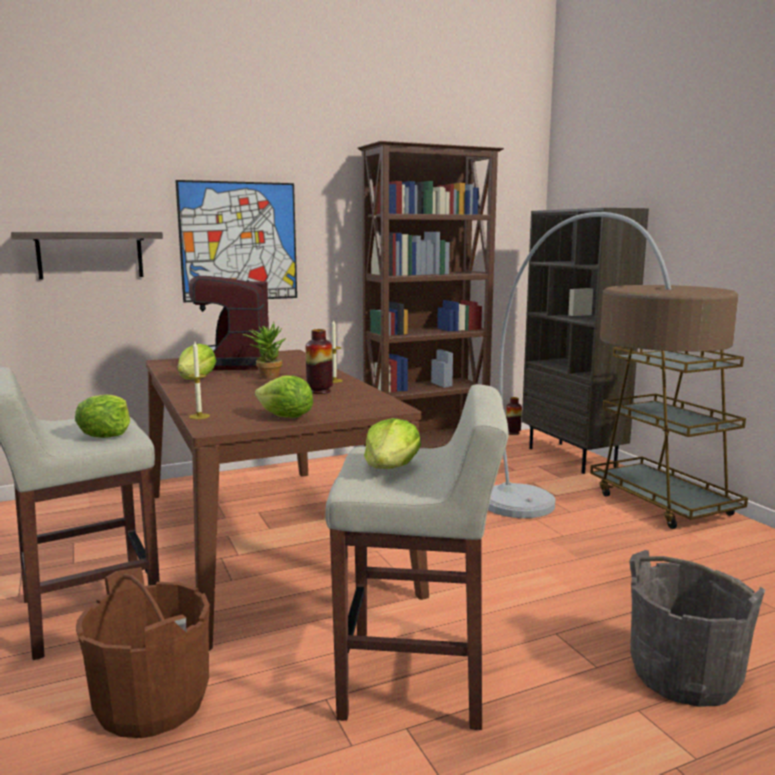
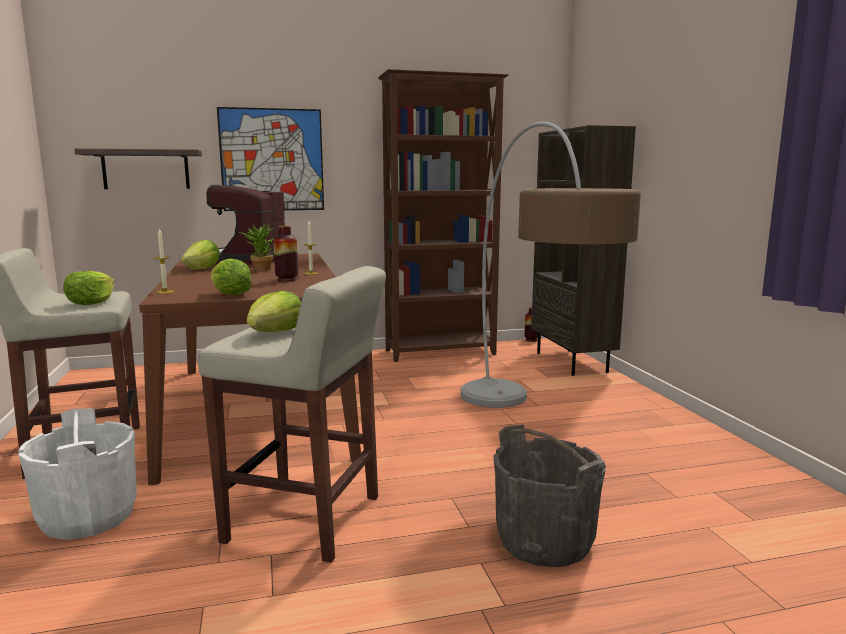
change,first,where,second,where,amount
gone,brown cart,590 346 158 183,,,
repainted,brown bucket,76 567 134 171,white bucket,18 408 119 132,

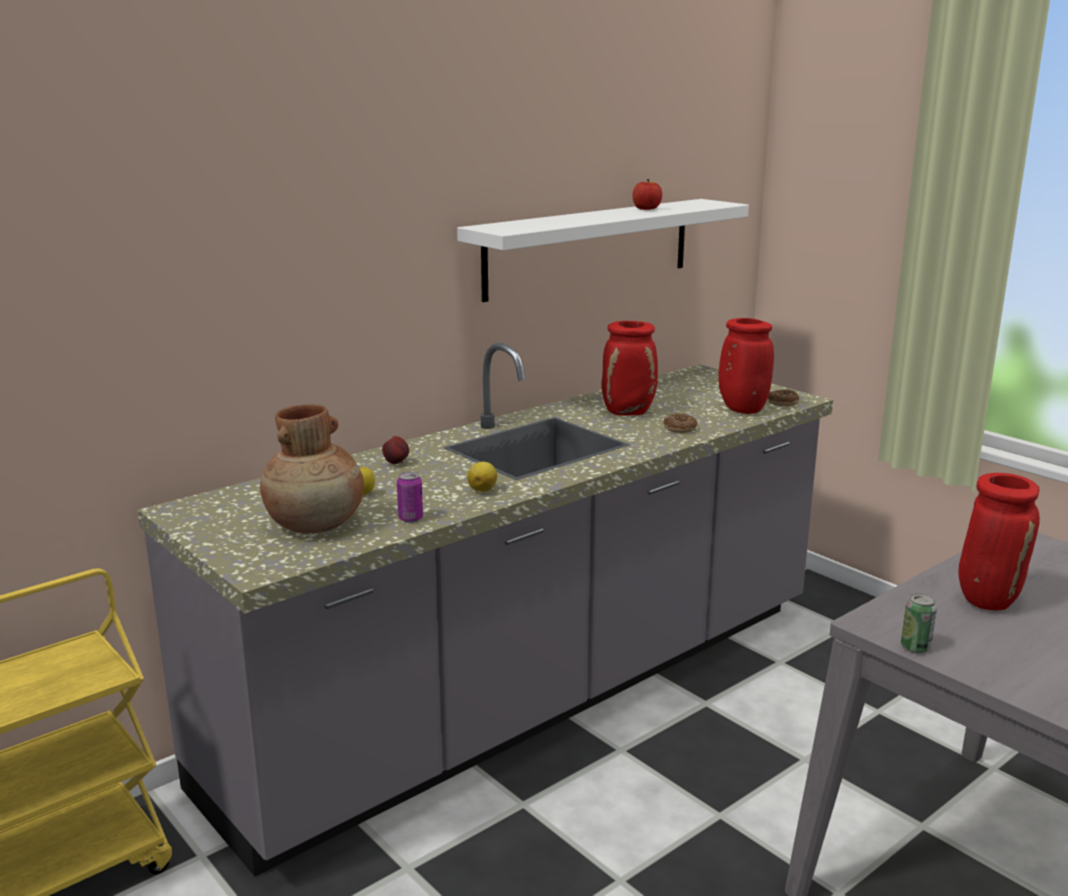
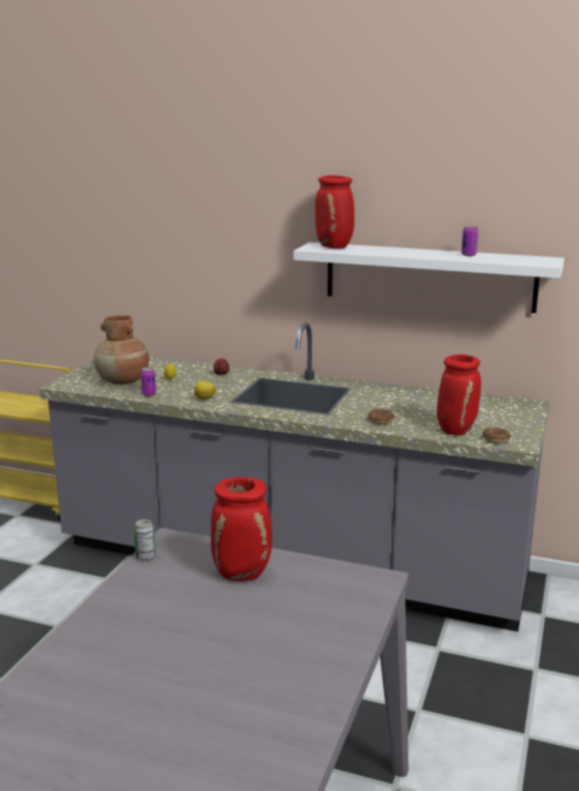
change,first,where,second,where,amount
swapped,apple,633 179 29 31,can,461 226 17 30,
shifted,red vase,602 321 56 95,,315 175 40 74,

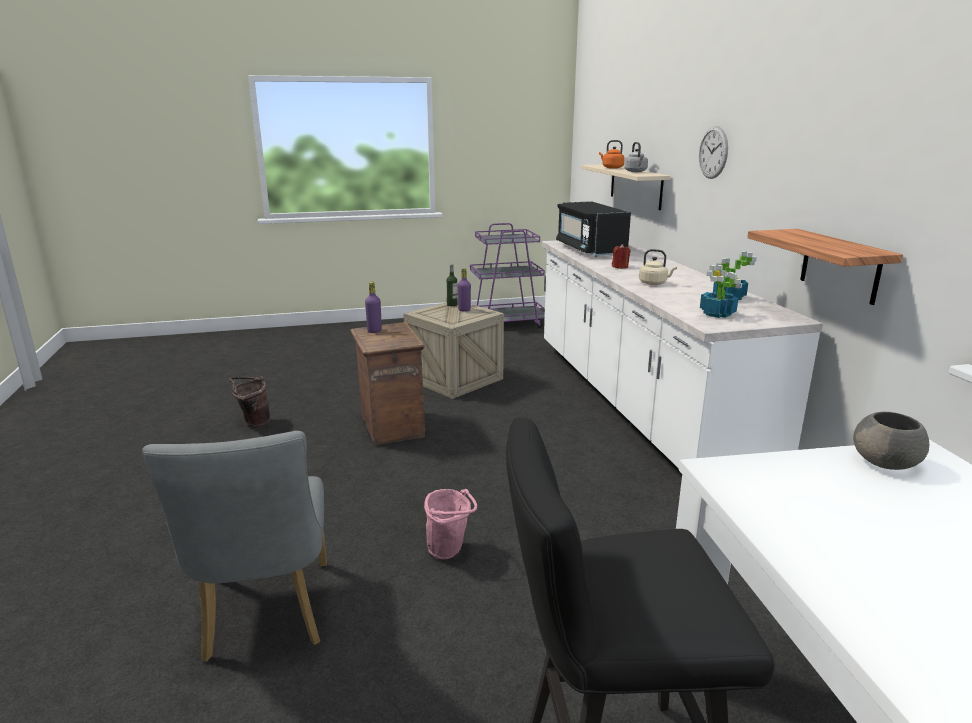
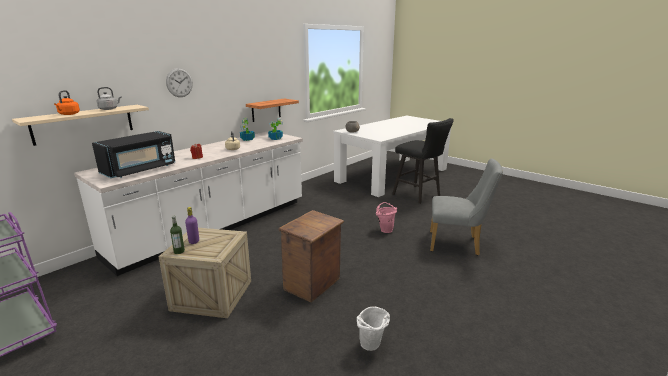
change,first,where,second,where,amount
gone,purple bottle,365 282 17 51,,,
repainted,brown bucket,229 376 41 51,white bucket,357 306 33 45,
rotated,grey chair,142 431 185 231,,430 158 73 97,60 degrees clockwise

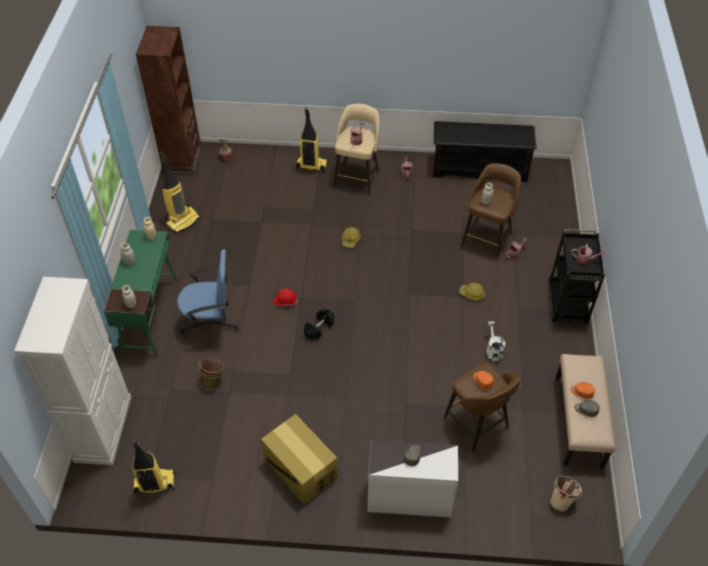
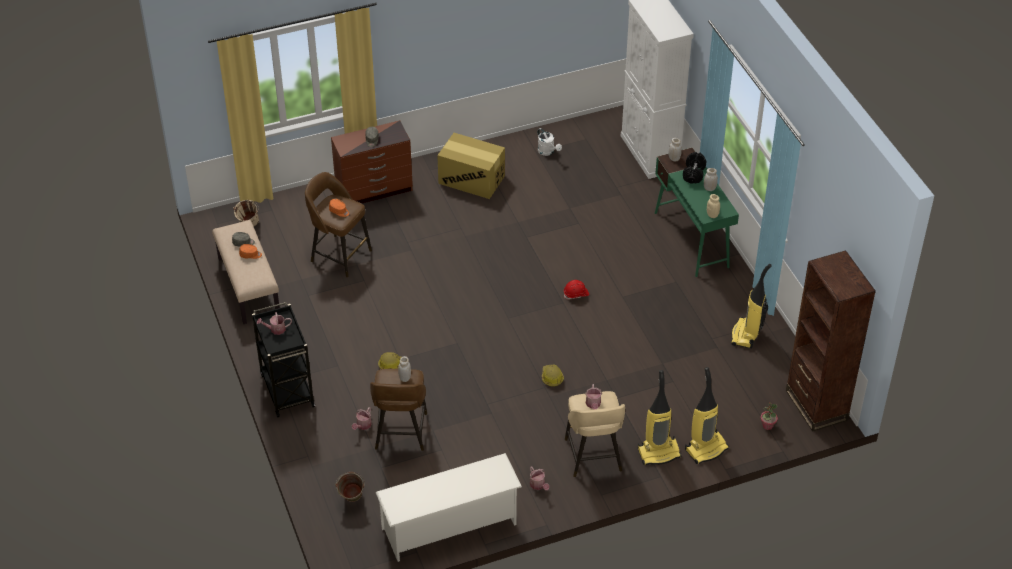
change,first,where,second,where,amount
repainted,black shoe rack,433 121 104 61,white shoe rack,375 453 147 109,
gone,blue office chair,177 249 62 100,,,
shifted,black dumbbell,304 309 30 30,,683 152 24 32,
shifted,white watering can,486 321 19 40,,537 128 25 28,
shifted,green bucket,198 358 26 32,,336 472 29 30,
repainted,white dresser,367 440 91 77,brown dresser,331 120 82 84,
shifted,vacuum cleaner,131 441 44 54,,685 367 44 97,

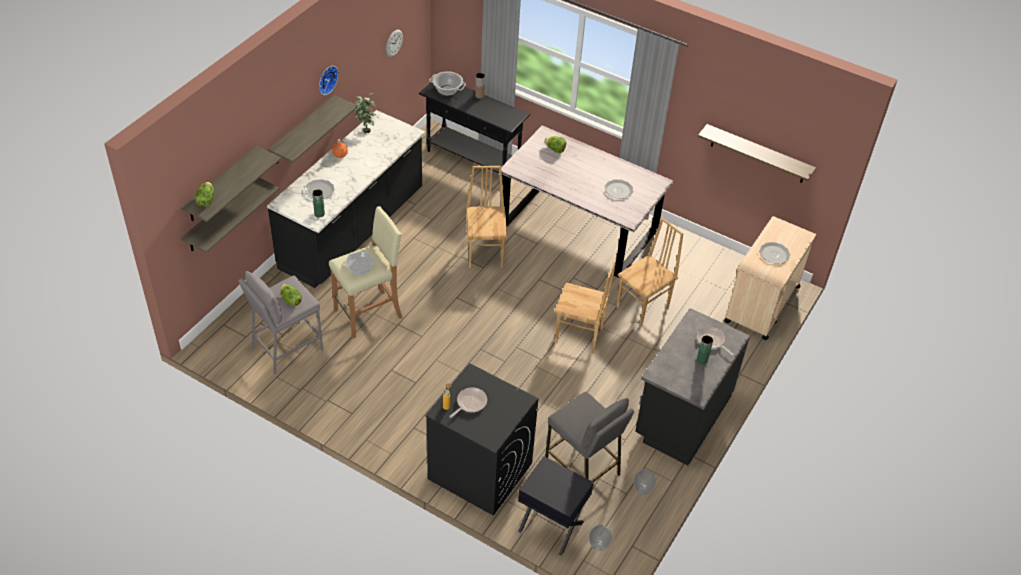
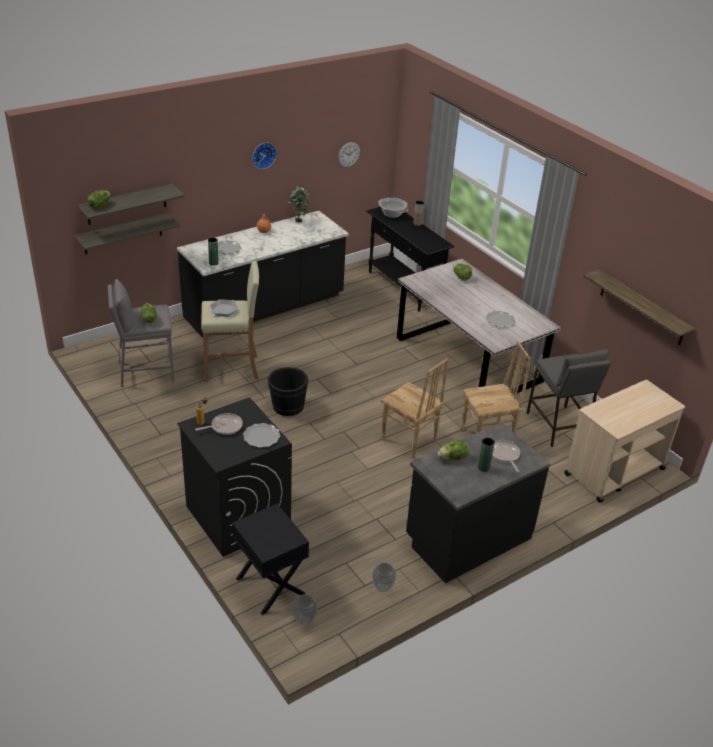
change,first,where,second,where,amount
gone,shelf,268 95 90 69,,,
gone,brown chair,466 166 41 102,,,
shifted,plate,759 242 31 22,,243 423 37 25,
shifted,grey stool,545 392 89 90,,527 350 84 97,
new,,,black bucket,268 367 40 49,
new,,,lettuce,438 440 31 20,

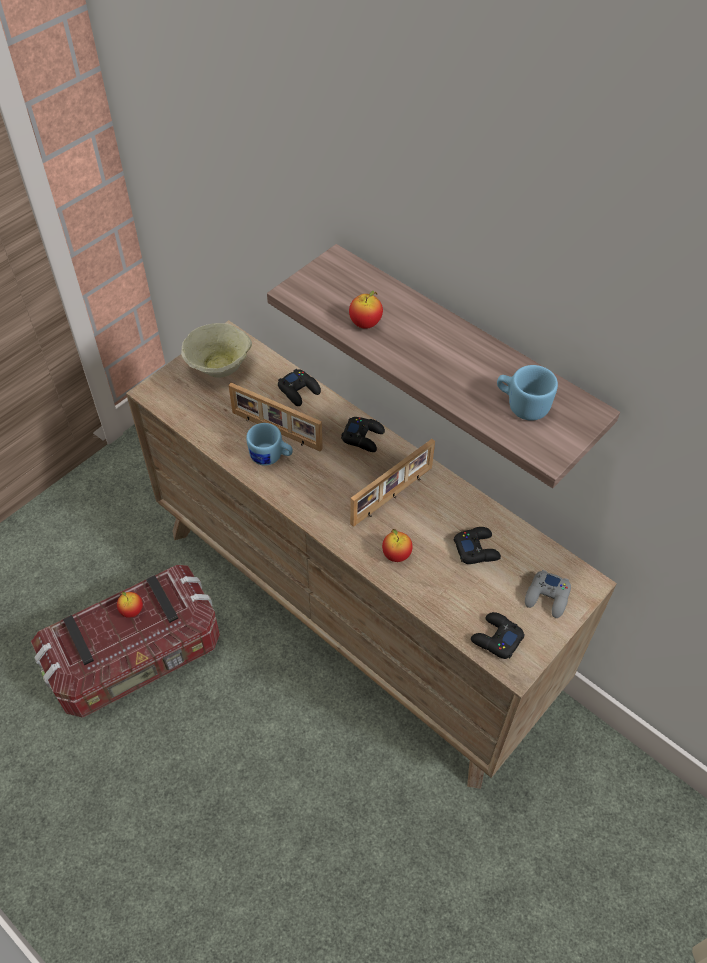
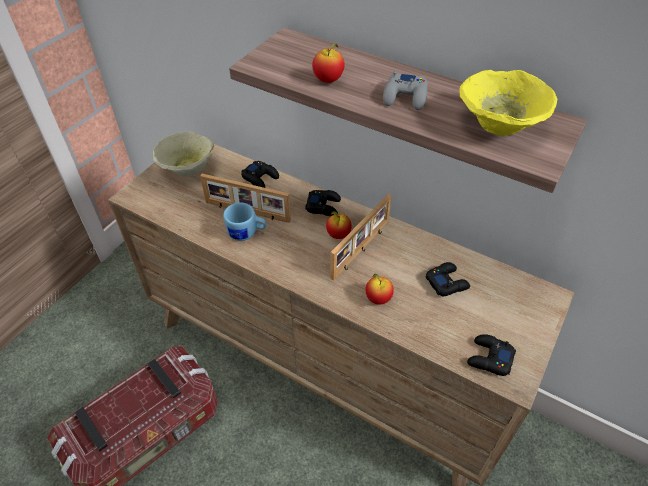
change,first,where,second,where,amount
swapped,blue mug,497 365 61 56,yellow bowl,459 70 98 66,
shifted,grey game controller,525 570 46 48,,383 71 45 39,
shifted,apple,117 591 26 27,,326 211 26 28,

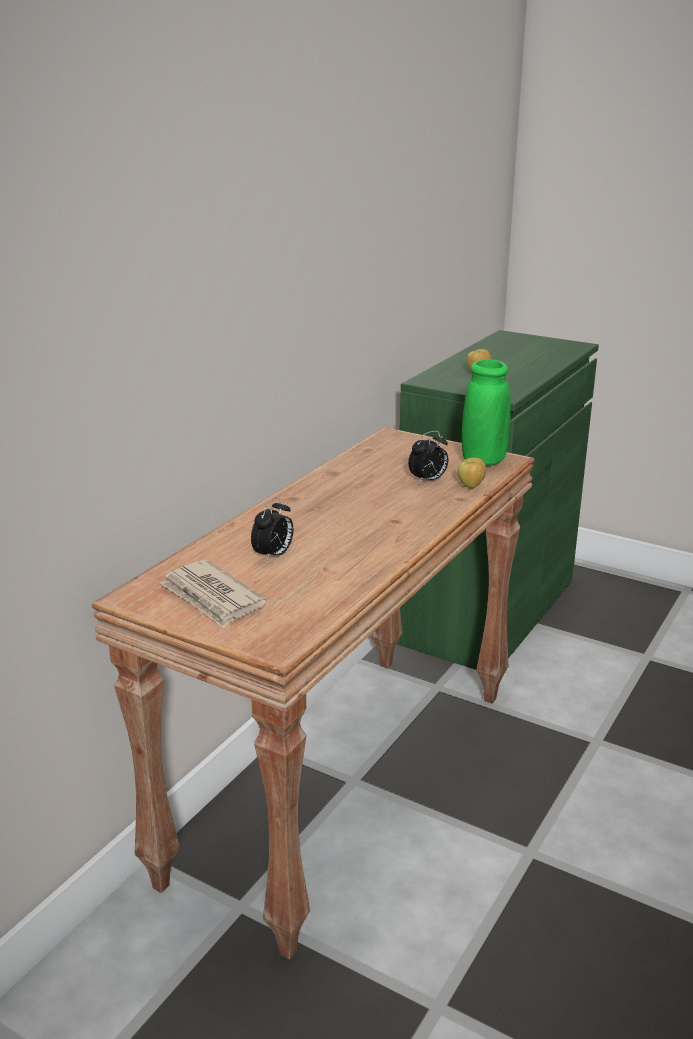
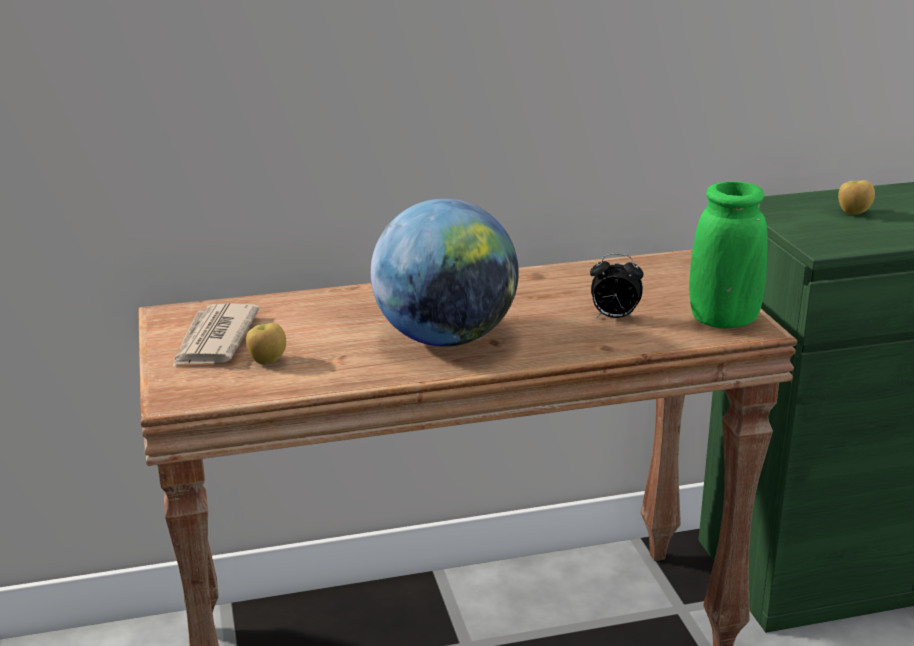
change,first,where,second,where,amount
shifted,apple,457 458 29 30,,246 323 40 41,
gone,alarm clock,251 497 42 65,,,
new,,,globe,371 198 148 149,

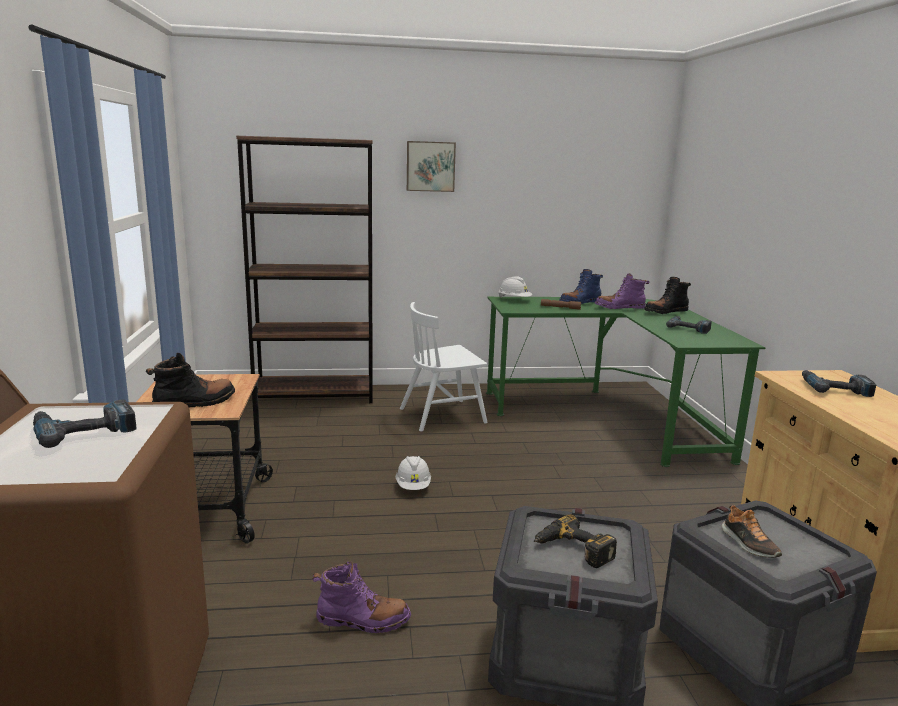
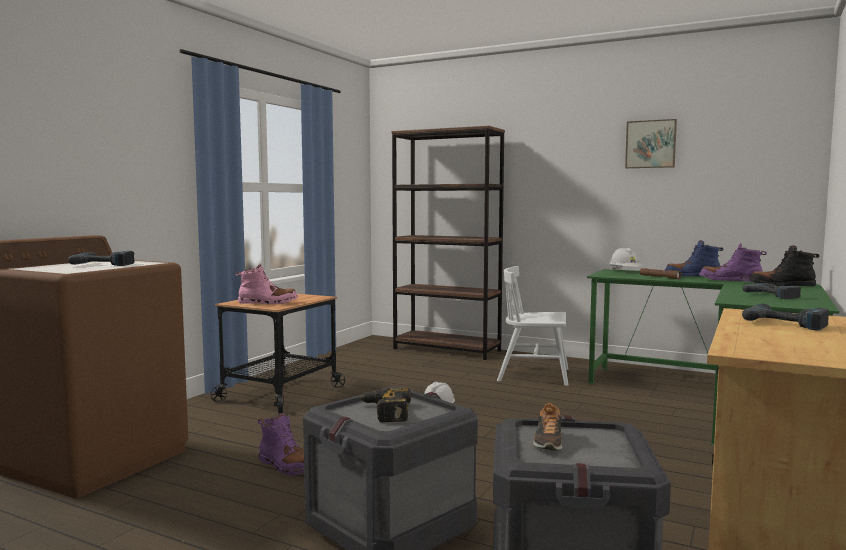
change,first,where,second,where,amount
shifted,picture,407 141 49 51,,625 119 52 49,
repainted,black boot,146 353 89 55,pink boot,235 264 63 40,

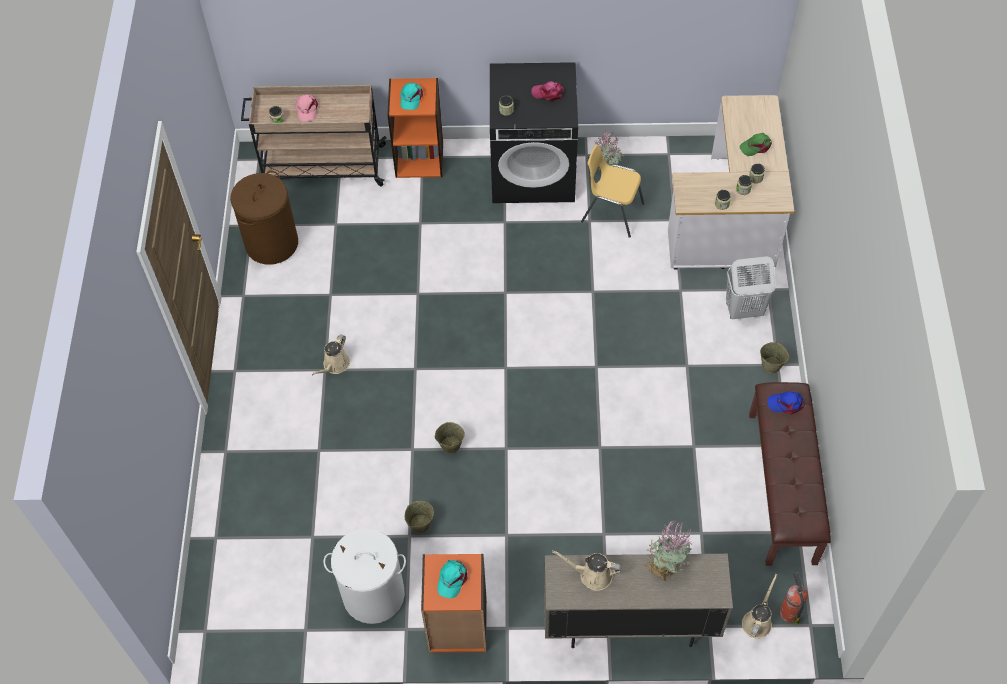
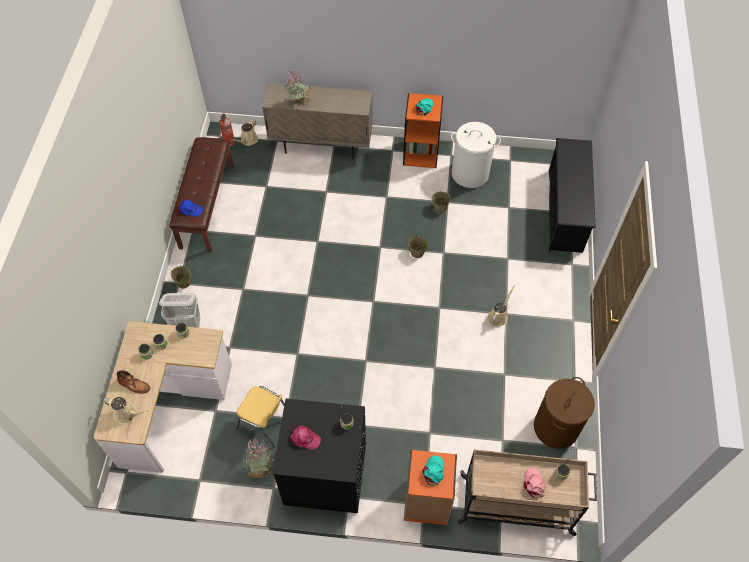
change,first,where,second,where,amount
swapped,green cap,739 133 33 23,brown boot,116 370 34 24,
shifted,beige watering can,552 550 70 41,,102 397 46 27,
new,,,black shoe rack,549 138 47 115,

